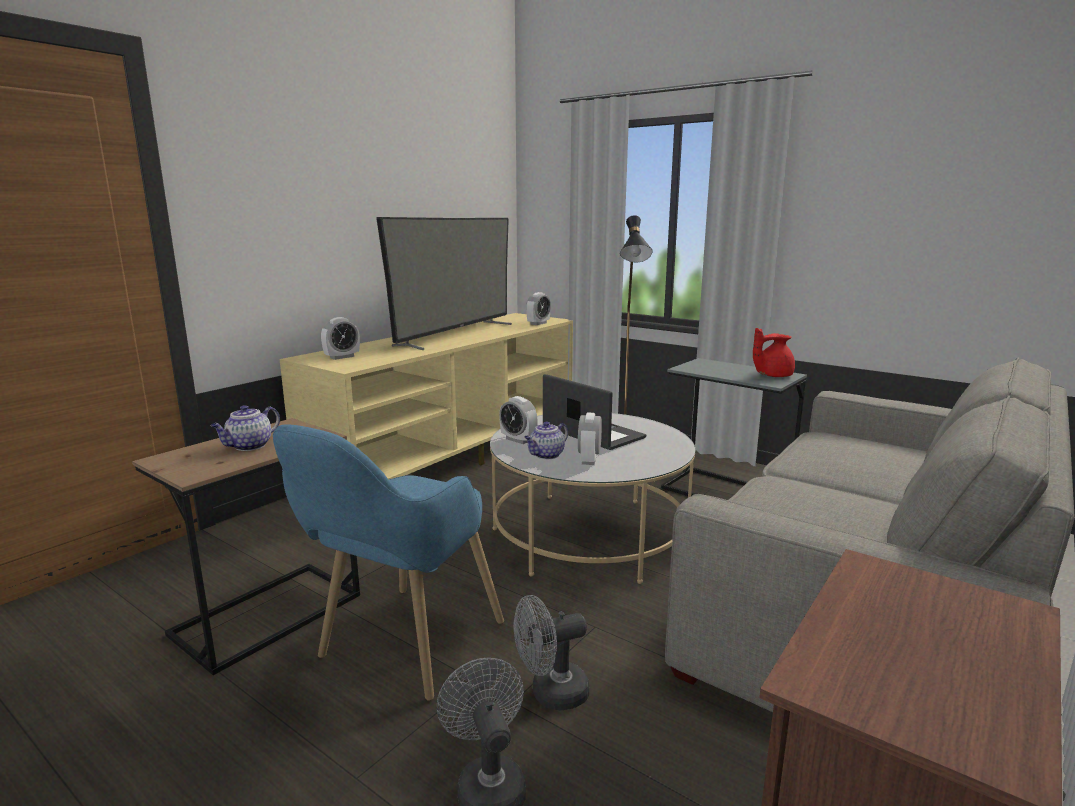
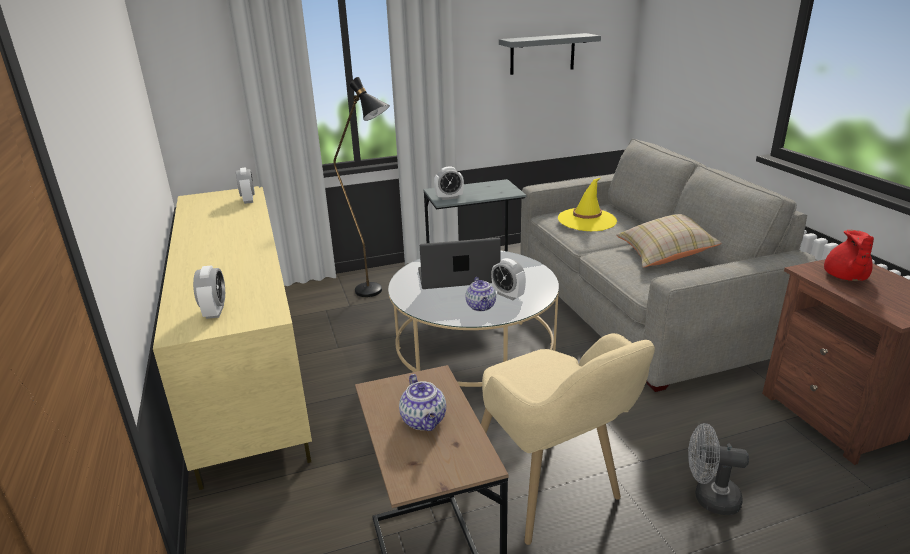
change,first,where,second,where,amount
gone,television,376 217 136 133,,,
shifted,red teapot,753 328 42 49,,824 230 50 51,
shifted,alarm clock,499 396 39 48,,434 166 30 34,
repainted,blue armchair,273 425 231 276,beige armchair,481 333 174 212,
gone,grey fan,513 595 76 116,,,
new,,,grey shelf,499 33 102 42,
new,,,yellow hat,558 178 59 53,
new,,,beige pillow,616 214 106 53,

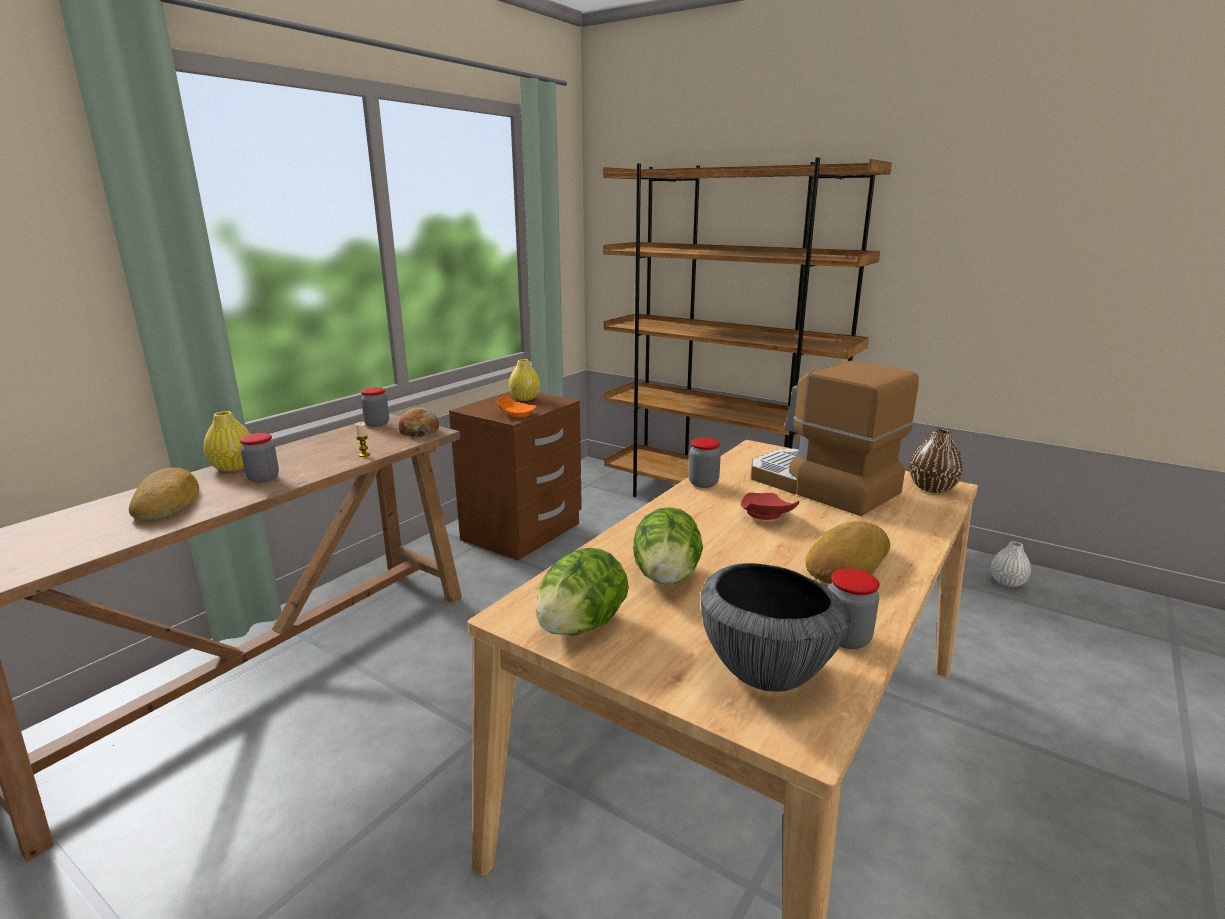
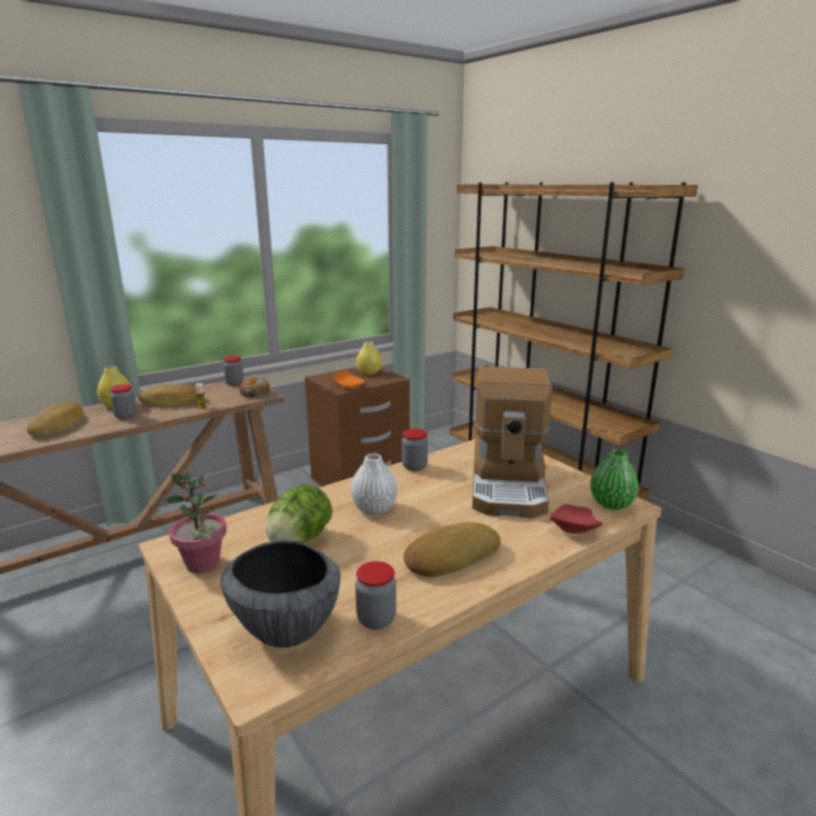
change,first,where,second,where,amount
rotated,coffee machine,751 361 168 155,,472 366 80 152,150 degrees counterclockwise
repainted,brown vase,910 428 53 65,green vase,590 449 49 61,
shifted,red plate,740 492 59 28,,550 504 52 30,
shifted,white vase,991 541 40 46,,351 453 46 62,
swapped,lettuce,536 548 93 87,potted plant,164 471 63 102,
new,,,bread,139 384 65 23,

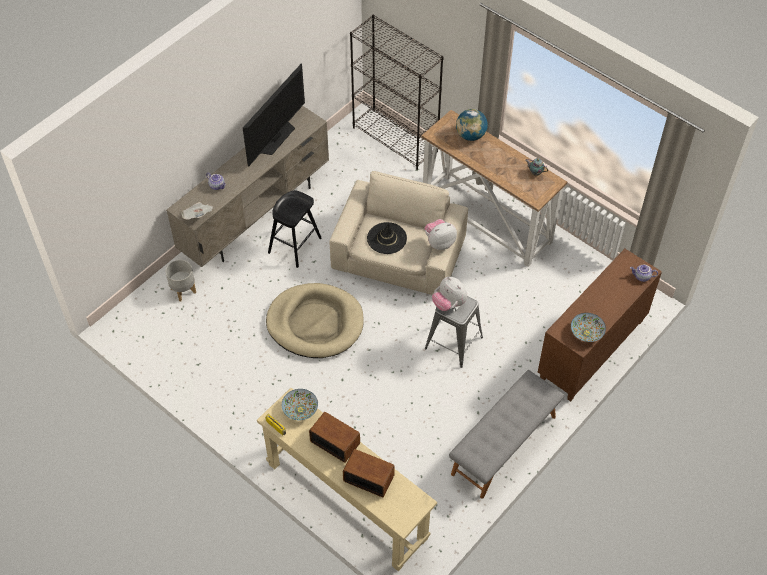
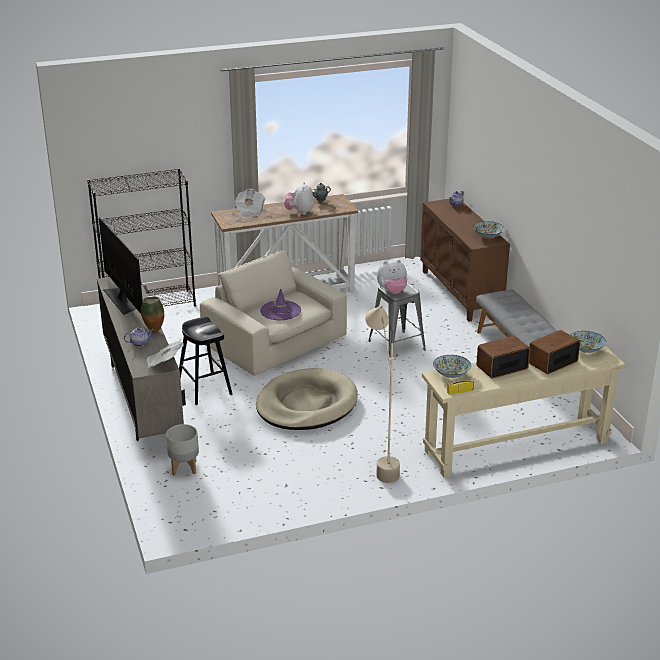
change,first,where,second,where,amount
swapped,globe,456 109 32 32,newspaper,234 189 31 29,
shifted,plush toy,425 219 32 31,,284 182 30 33,
repainted,black hat,367 222 40 32,purple hat,260 288 41 32,
new,,,vase,141 297 23 36,
new,,,beige floor lamp,365 306 35 177,
new,,,bowl,570 331 36 22,

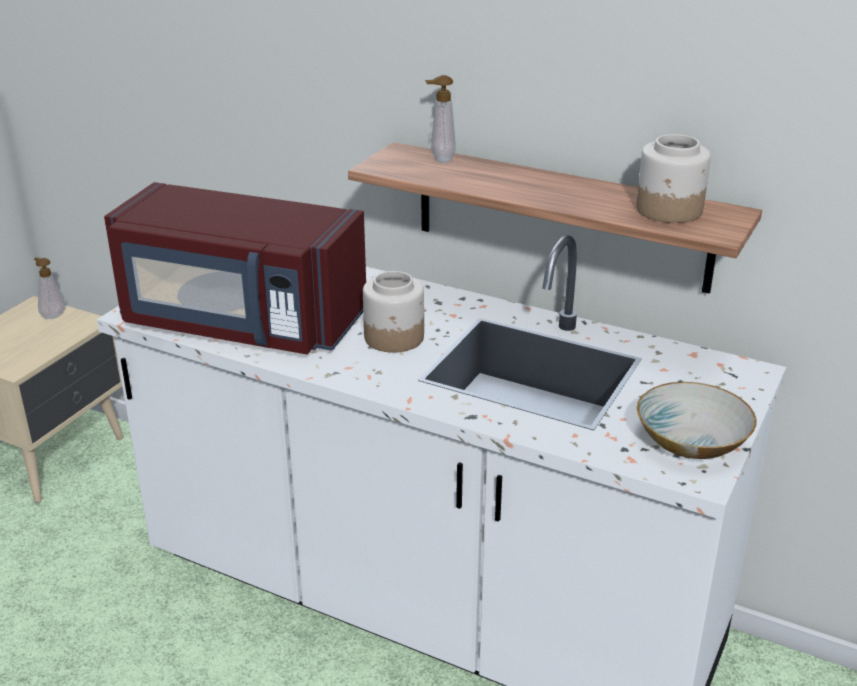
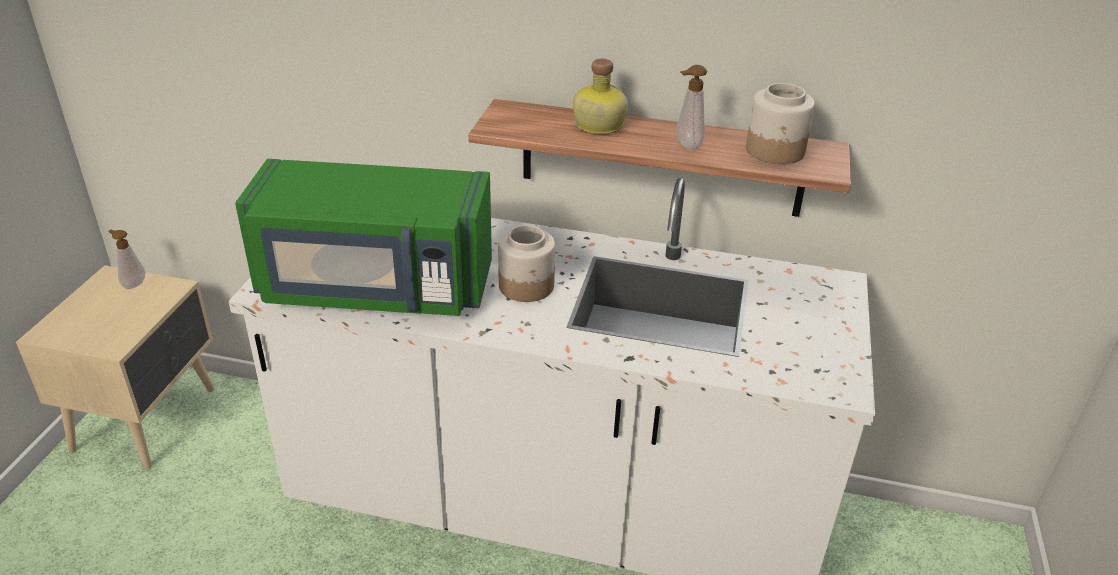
change,first,where,second,where,amount
shifted,soap dispenser,425 75 31 88,,676 65 31 85,
repainted,red microwave,104 182 262 172,green microwave,235 159 257 157,
gone,bowl,637 382 119 77,,,
new,,,bottle,573 59 55 75,

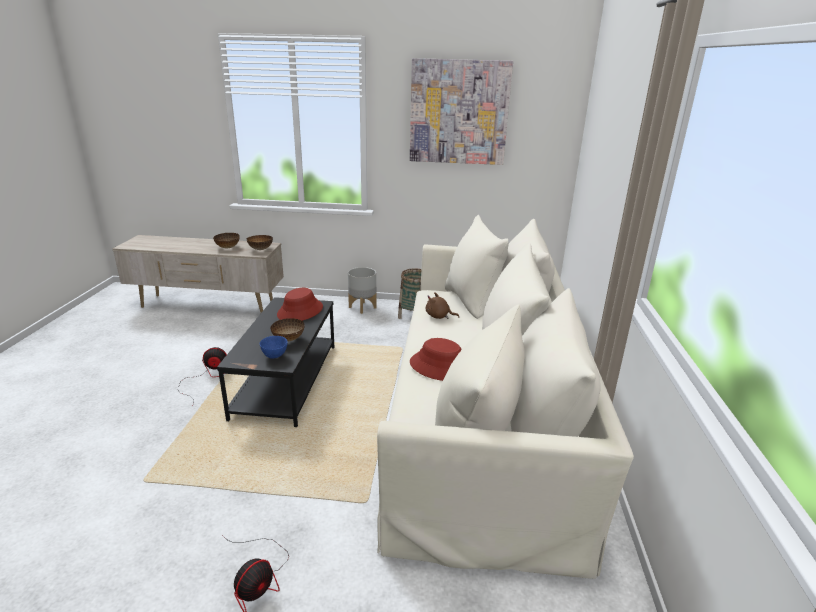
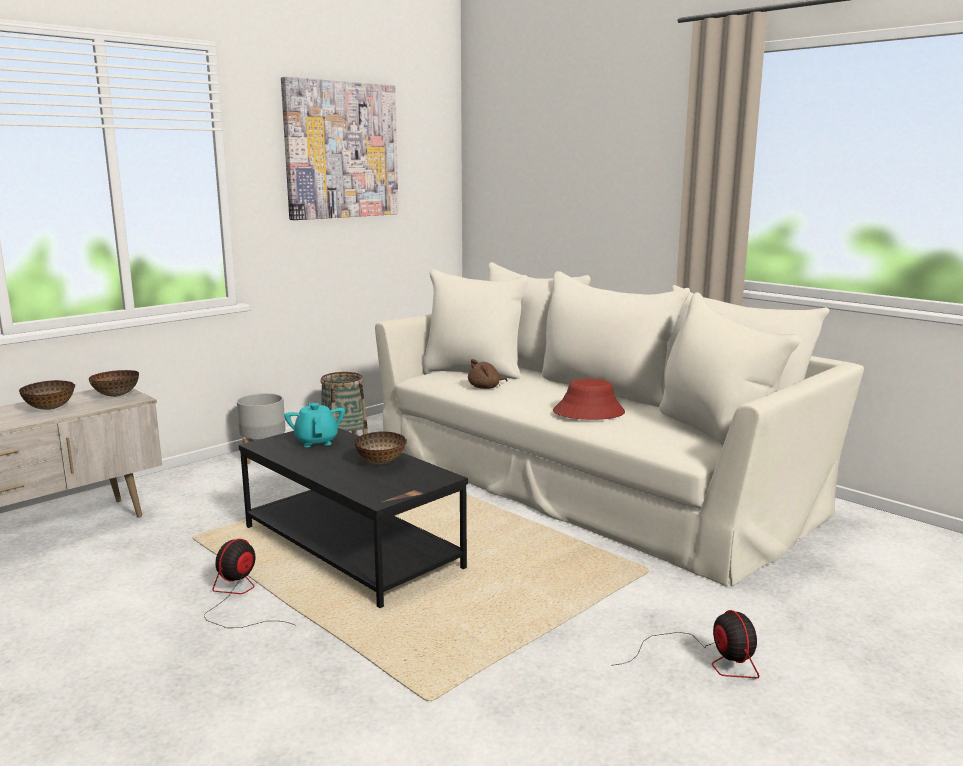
change,first,where,second,where,amount
swapped,red hat,277 288 46 33,turquoise teapot,284 403 61 44,
gone,blue bowl,260 336 27 22,,,

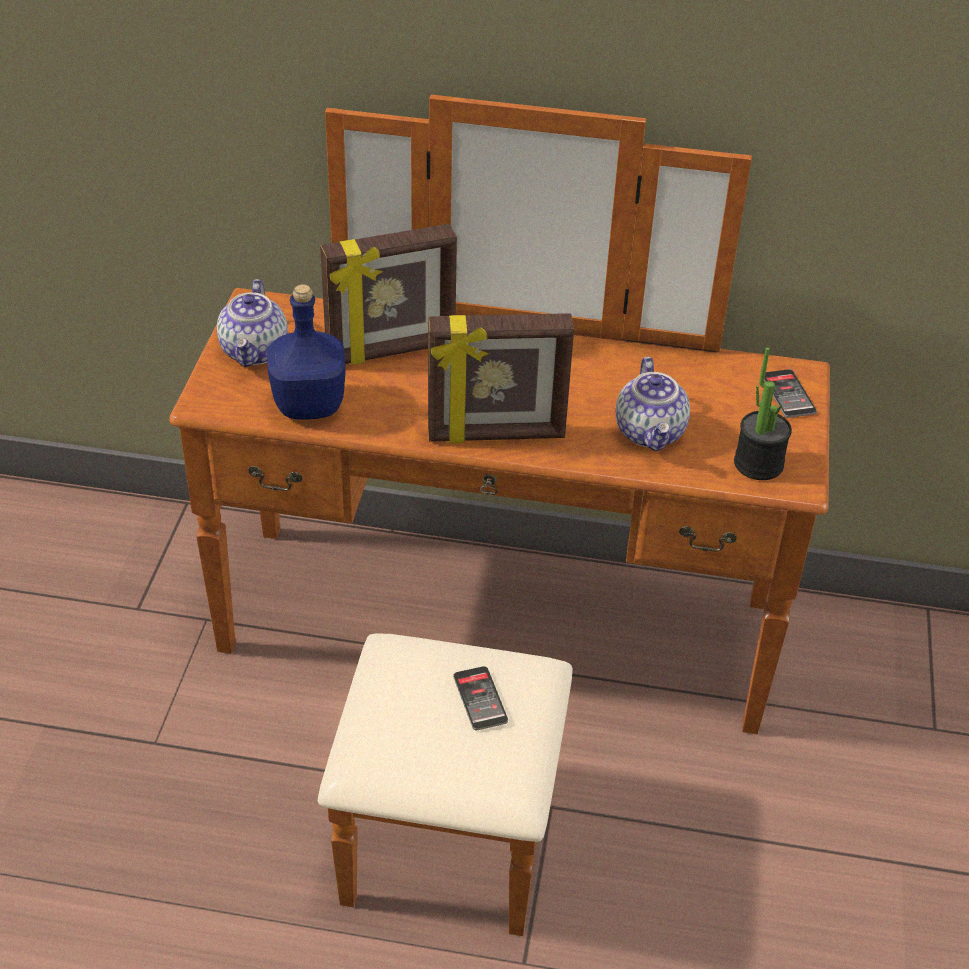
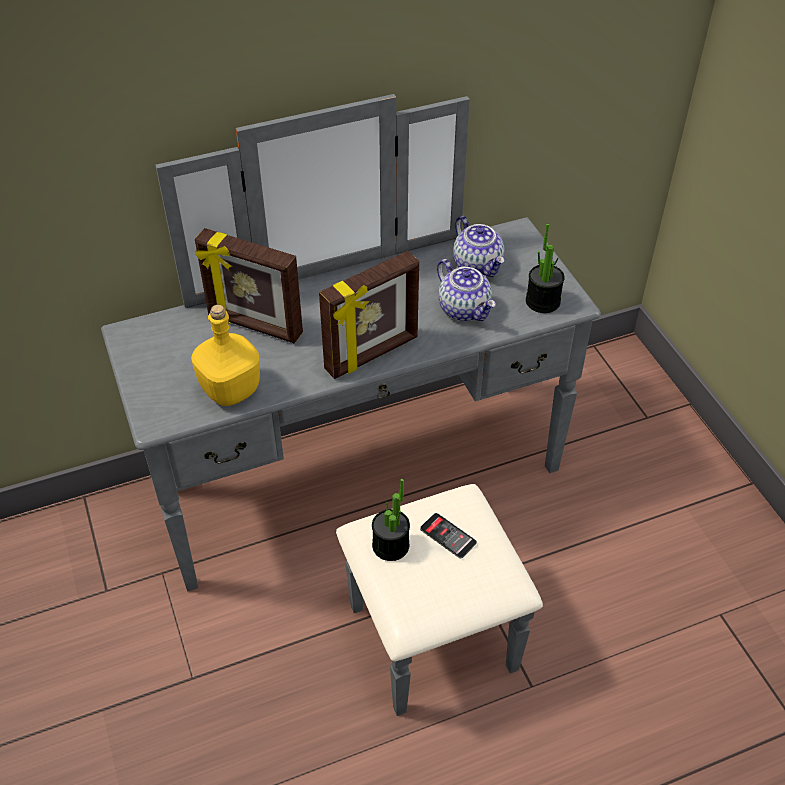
change,first,where,second,where,amount
repainted,brown dresser,169 95 661 841,grey dresser,101 94 500 622,
rotated,picture frame,320 224 137 141,,195 228 108 116,75 degrees clockwise
shifted,teapot,217 279 71 88,,453 216 51 61,
repainted,blue bottle,267 284 79 136,yellow bottle,191 305 69 101,
gone,phone,764 369 53 49,,,
new,,,potted plant,372 479 38 82,

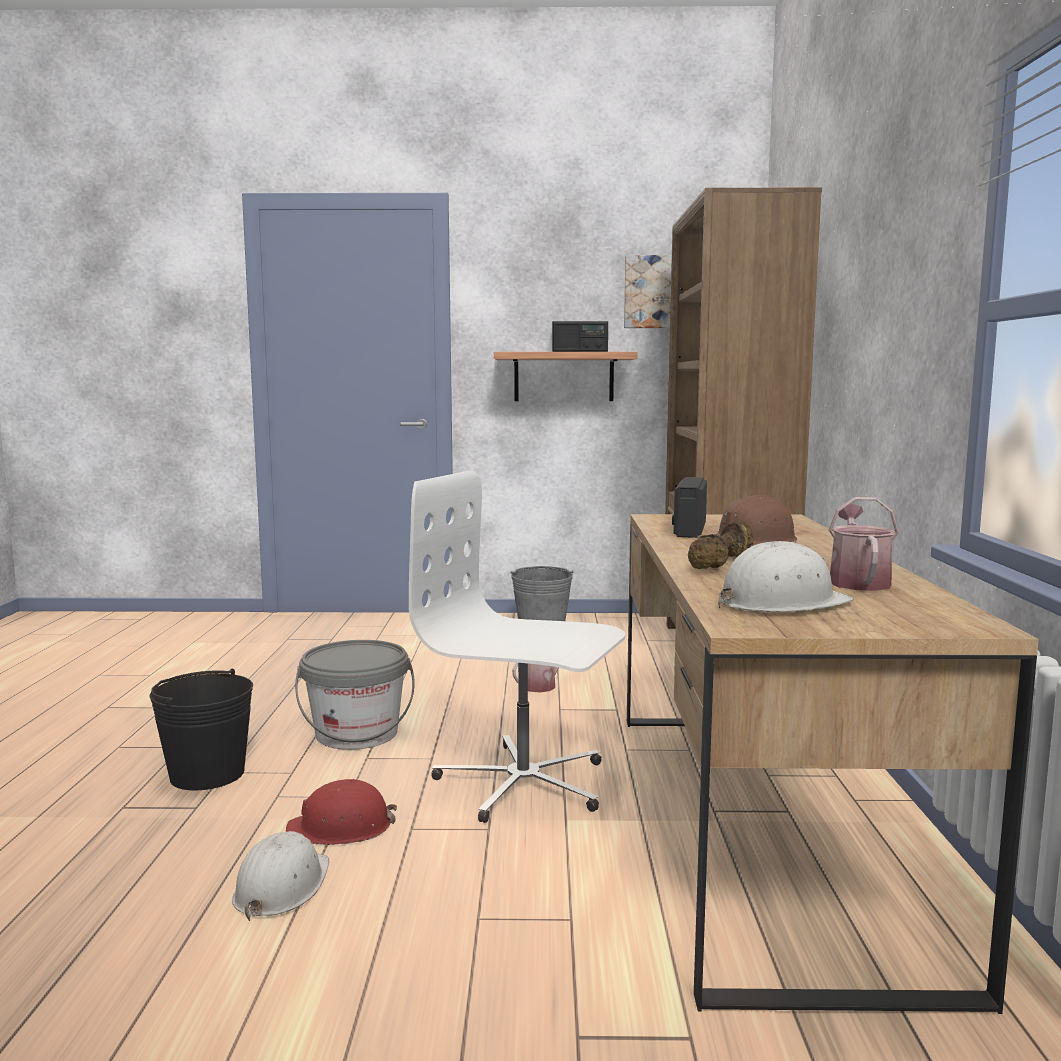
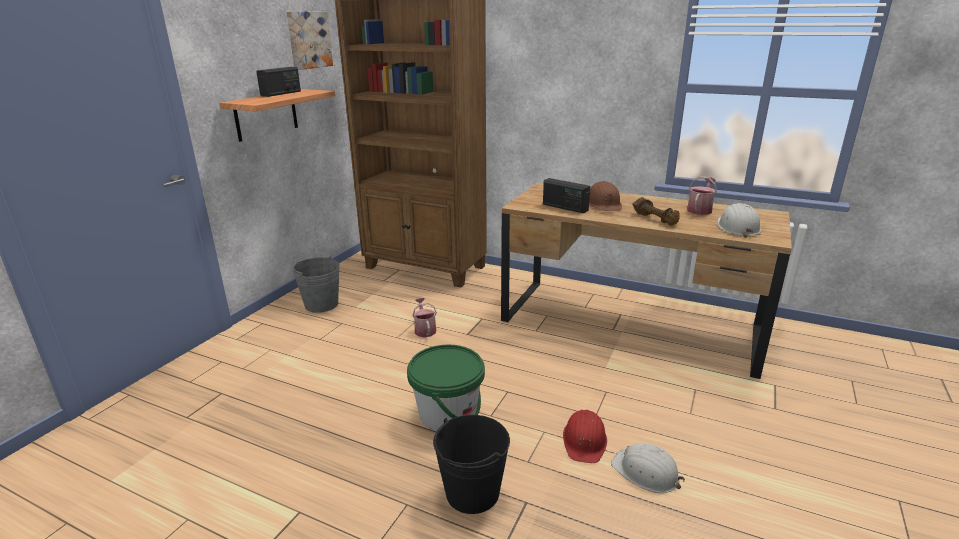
change,first,where,second,where,amount
gone,white office chair,409 470 216 353,,,
rotated,watering can,829 497 70 94,,687 176 30 39,90 degrees clockwise
repainted,grey bucket,295 640 120 110,green bucket,407 345 78 86,

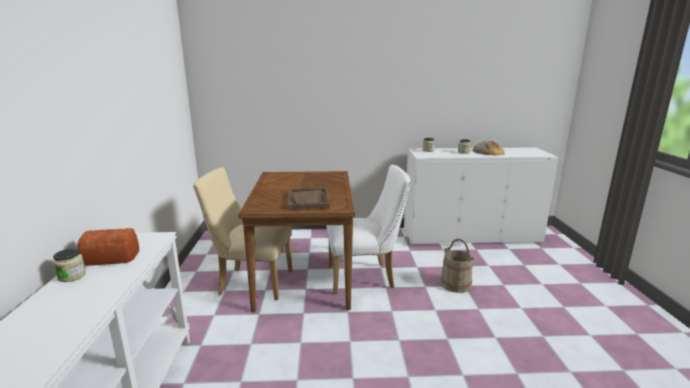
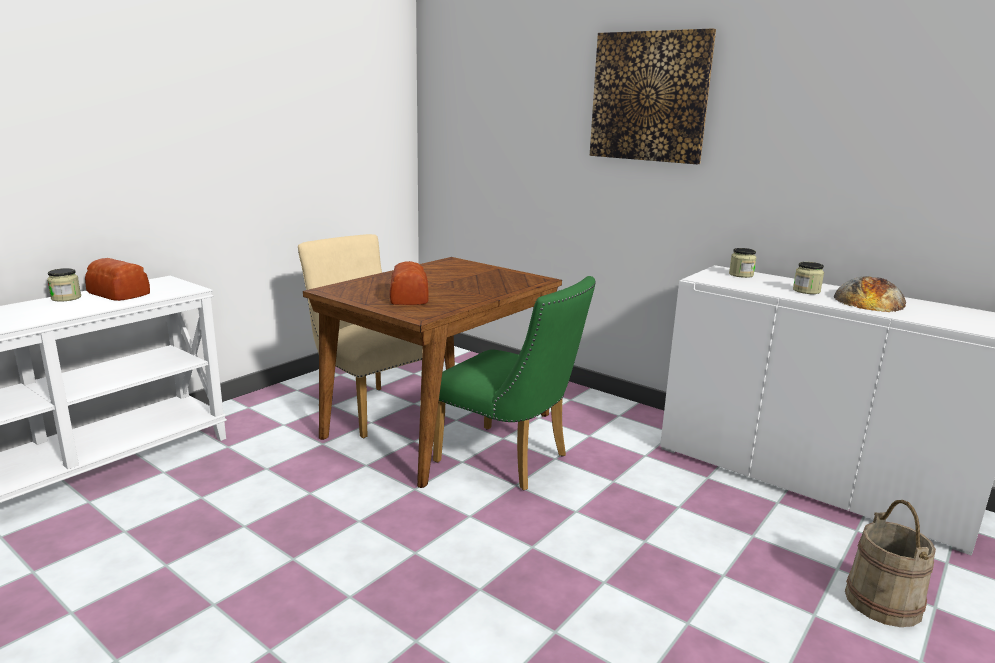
change,first,where,second,where,amount
repainted,white chair,327 165 84 129,green chair,433 276 163 214,
swapped,brown tray,288 188 42 22,bread,390 261 39 44,
shifted,beige bucket,440 239 35 54,,845 500 91 127,
new,,,picture,590 28 126 136,

